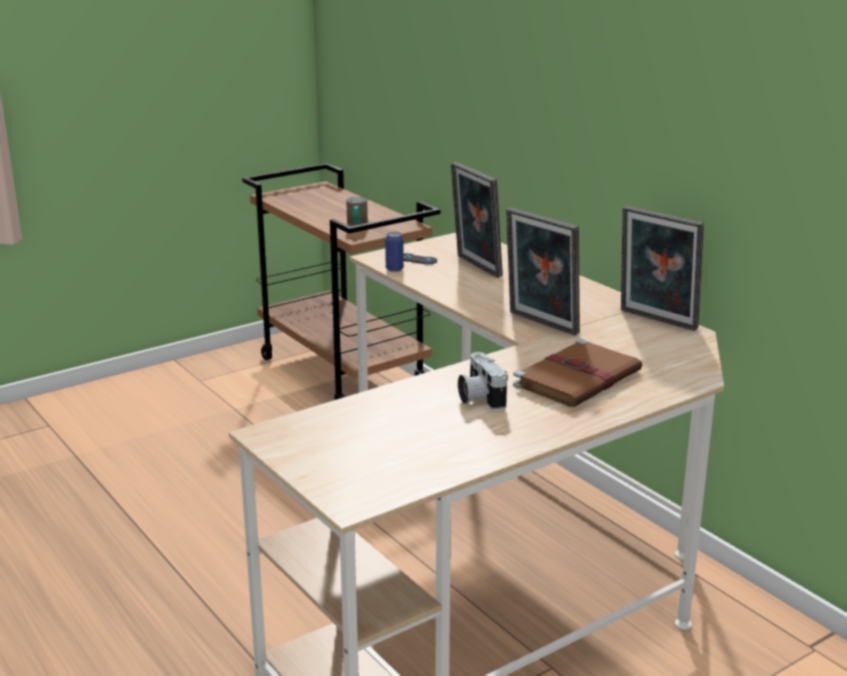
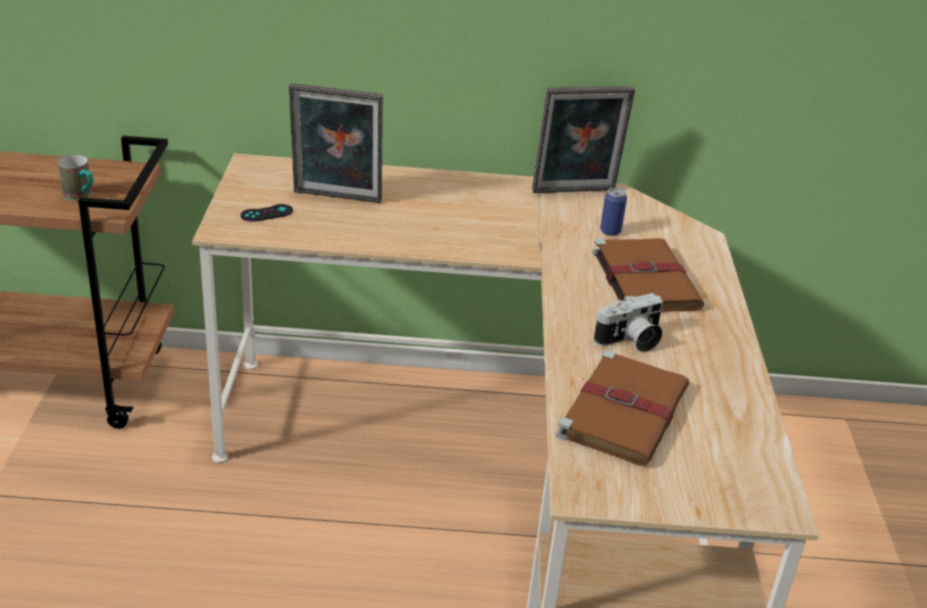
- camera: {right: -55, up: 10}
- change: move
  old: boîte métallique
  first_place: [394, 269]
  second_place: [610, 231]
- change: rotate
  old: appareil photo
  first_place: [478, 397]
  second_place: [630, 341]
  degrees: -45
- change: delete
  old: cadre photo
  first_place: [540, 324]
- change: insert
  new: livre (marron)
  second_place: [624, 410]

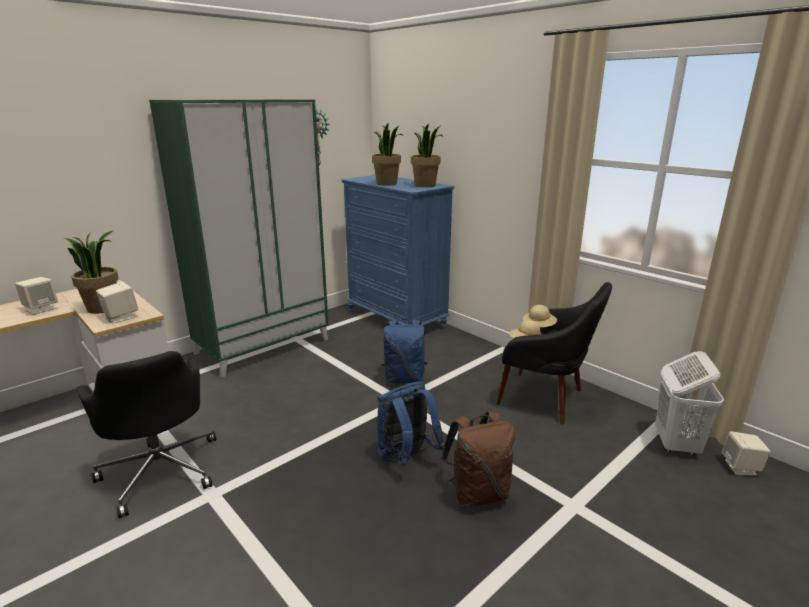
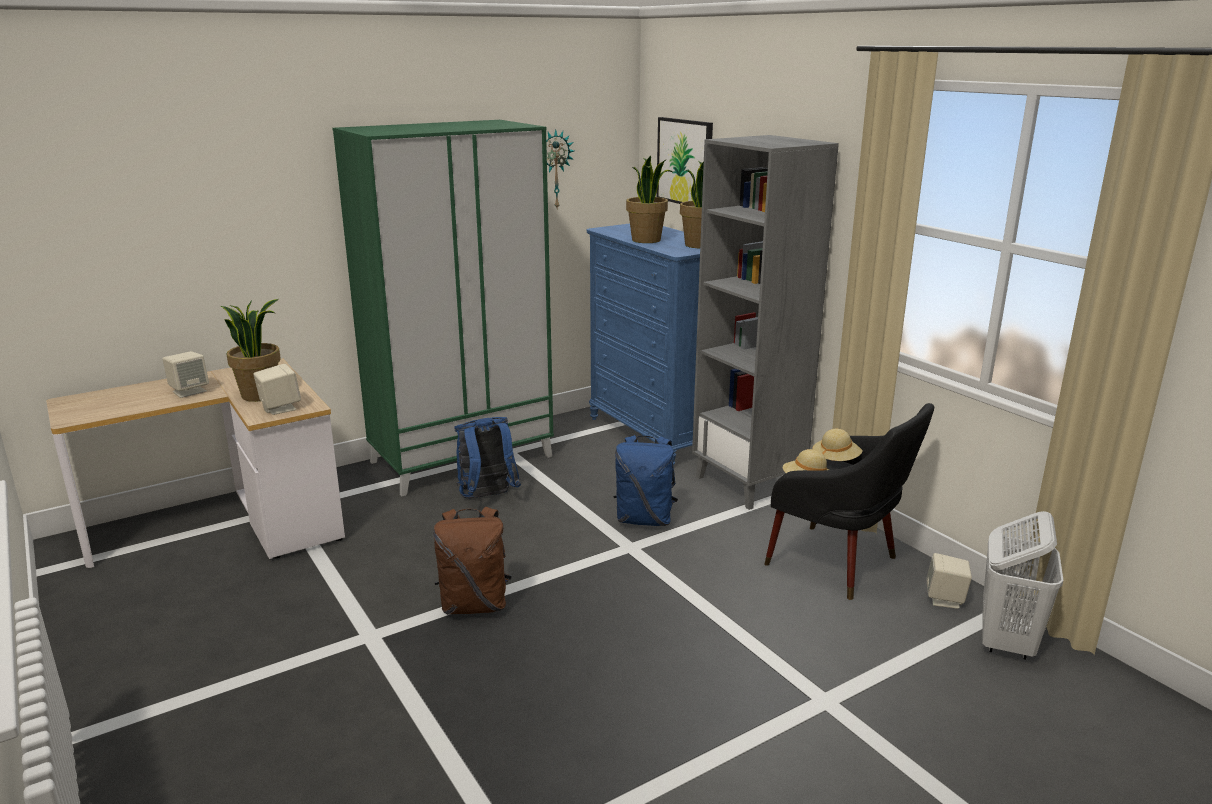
- camera: {right: 10, up: 0}
- change: delete
  old: chaise de bureau (noir)
  first_place: [161, 470]
- change: move
  old: sac à dos (bleu)
  first_place: [406, 458]
  second_place: [487, 497]
- change: move
  old: sac à dos (marron)
  first_place: [477, 494]
  second_place: [475, 605]
- change: move
  old: enceinte (beige)
  first_place: [741, 468]
  second_place: [945, 599]
- change: insert
  new: tableau
  second_place: [685, 162]
- change: insert
  new: bibliothèque (gris)
  second_place: [748, 484]

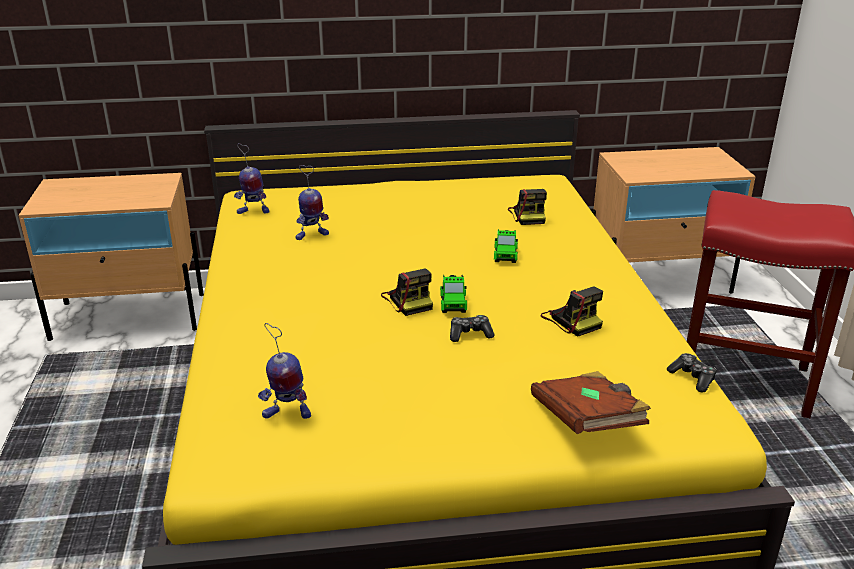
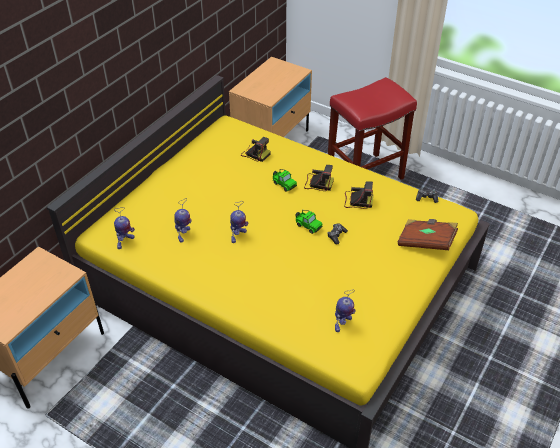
- camera: {right: -50, up: 15}
- change: move
  old: appareil photo
  first_place: [408, 300]
  second_place: [317, 183]
- change: insert
  new: robot jouet
  second_place: [238, 236]

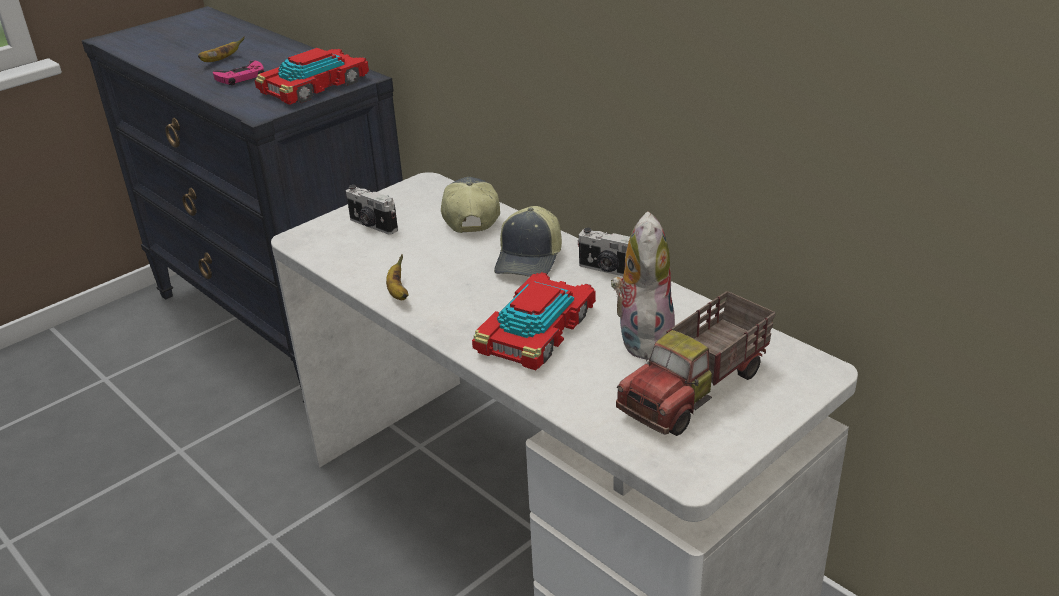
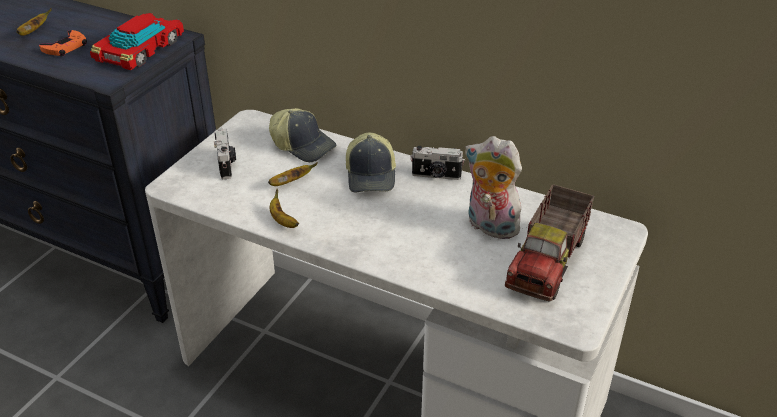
- camera: {right: -20, up: 5}
- change: recolor
  old: manette (rose)
  new: manette (orange)
  first_place: [241, 77]
  second_place: [66, 47]
- change: rotate
  old: appareil photo
  first_place: [372, 225]
  second_place: [227, 165]
  degrees: -120
- change: rotate
  old: casquette
  first_place: [469, 216]
  second_place: [303, 145]
  degrees: 150
- change: delete
  old: petite voiture
  first_place: [538, 331]
- change: rotate
  old: peluche
  first_place: [642, 337]
  second_place: [489, 227]
  degrees: -45
- change: insert
  new: banane
  second_place: [291, 182]

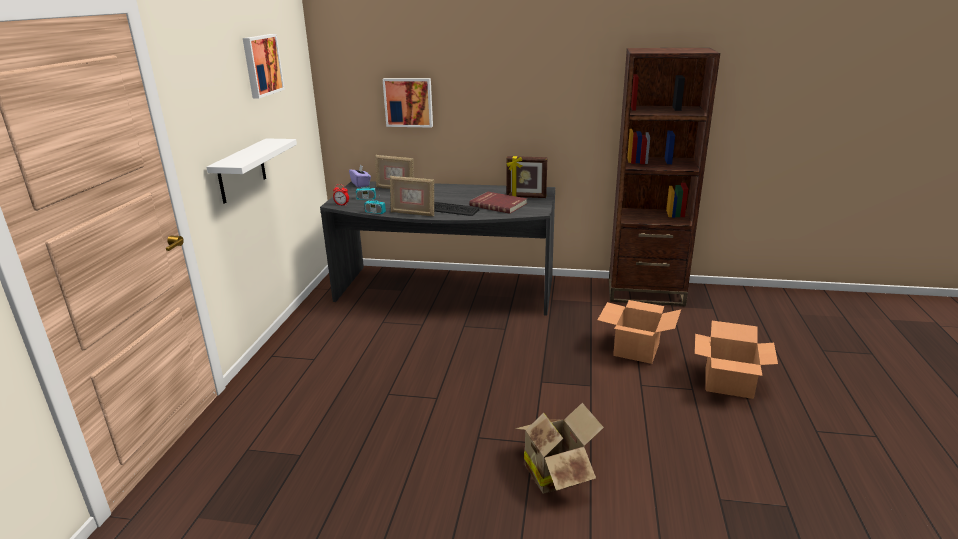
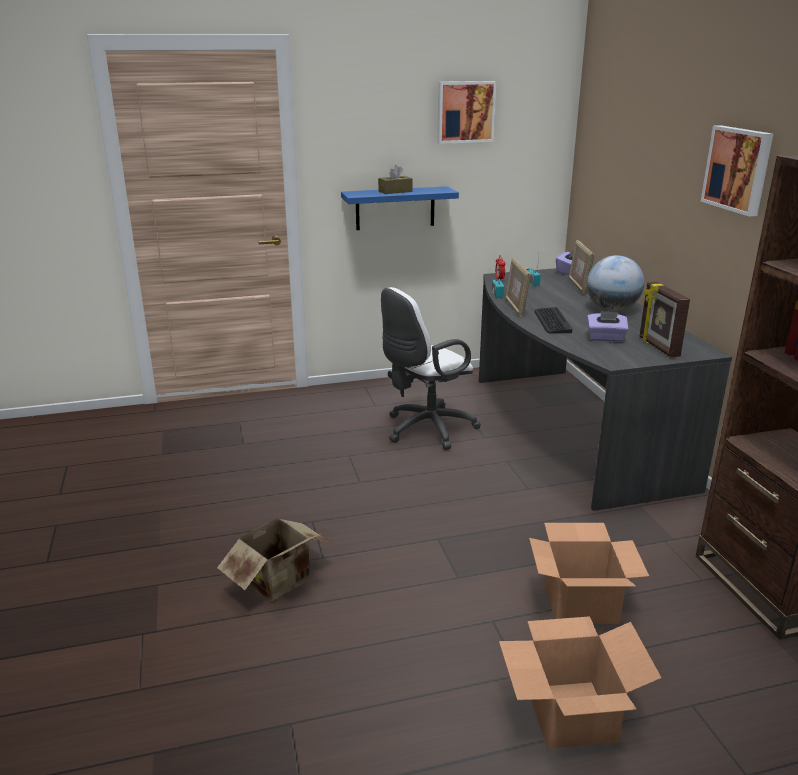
- camera: {right: 65, up: 0}
- change: recolor
  old: étagère (blanc)
  new: étagère (bleu)
  first_place: [241, 171]
  second_place: [395, 208]
- change: move
  old: tableau
  first_place: [408, 102]
  second_place: [738, 169]
- change: replace
  old: livre (rouge)
  new: boîte à mouchoirs (violet)
  first_place: [498, 204]
  second_place: [605, 338]
- change: insert
  new: boîte à mouchoirs (marron)
  second_place: [395, 191]
- change: insert
  new: chaise de bureau (blanc)
  second_place: [425, 430]
- change: insert
  new: globe
  second_place: [612, 309]

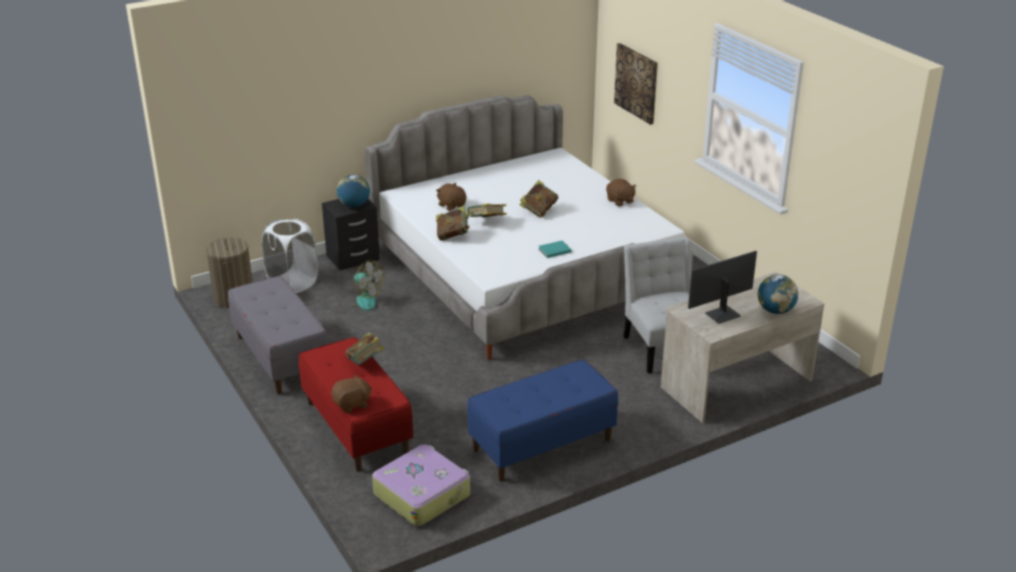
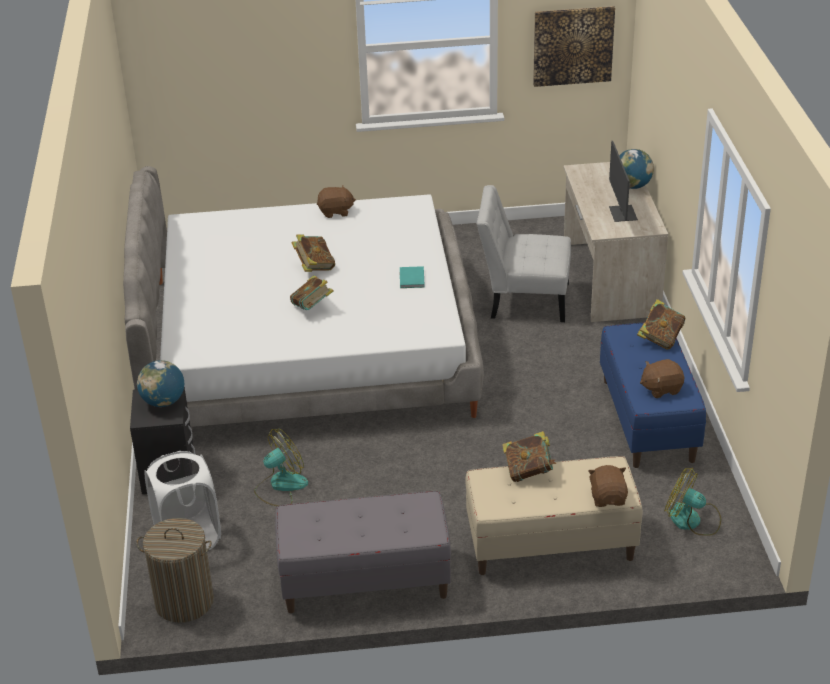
- camera: {right: -65, up: 5}
- change: recolor
  old: banc (rouge)
  new: banc (beige)
  first_place: [356, 427]
  second_place: [550, 544]
- change: replace
  old: valise
  new: ventilateur
  first_place: [422, 494]
  second_place: [692, 520]
- change: move
  old: peluche (marron)
  first_place: [451, 205]
  second_place: [661, 388]
- change: move
  old: livre
  first_place: [453, 236]
  second_place: [660, 339]
- change: move
  old: tableau
  first_place: [636, 83]
  second_place: [573, 45]

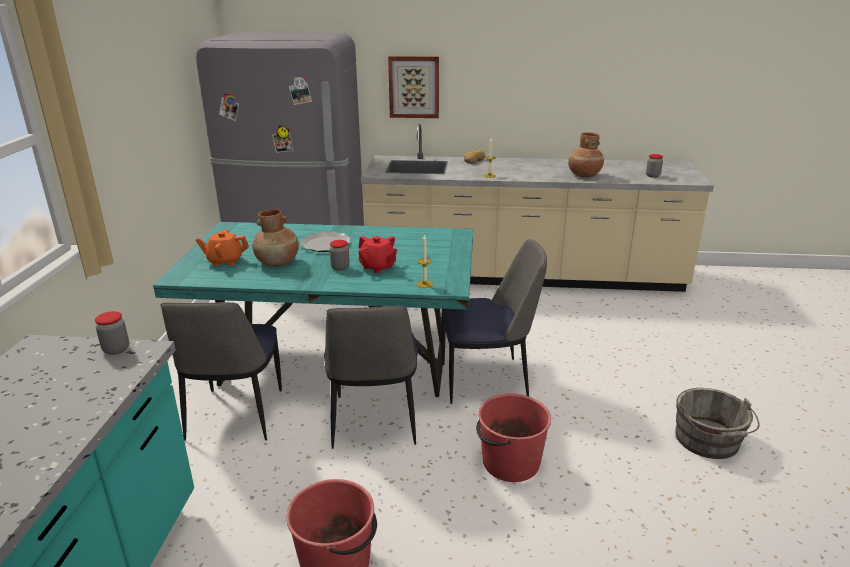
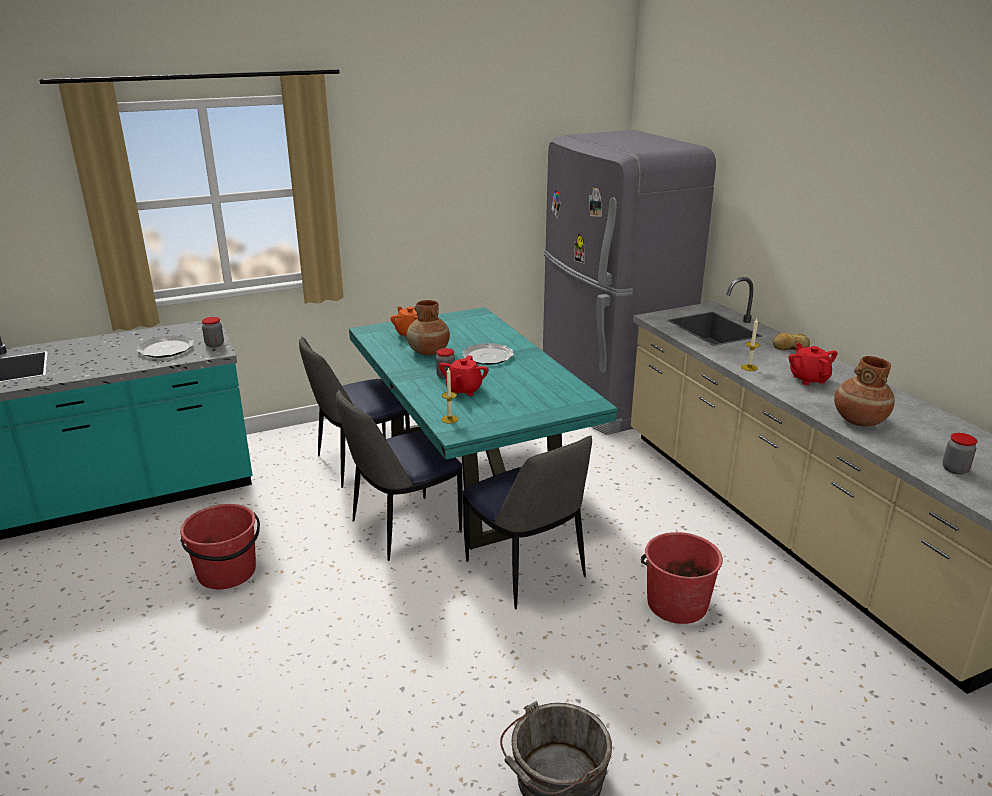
- camera: {right: 60, up: 0}
- change: delete
  old: tableau
  first_place: [414, 87]
- change: move
  old: seau (rouge)
  first_place: [509, 462]
  second_place: [676, 603]
- change: insert
  new: assiette
  second_place: [166, 349]
- change: insert
  new: théière (rouge)
  second_place: [808, 379]

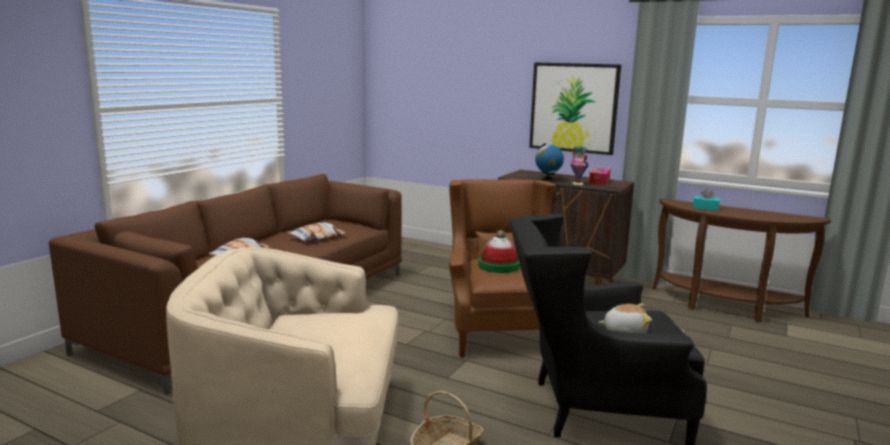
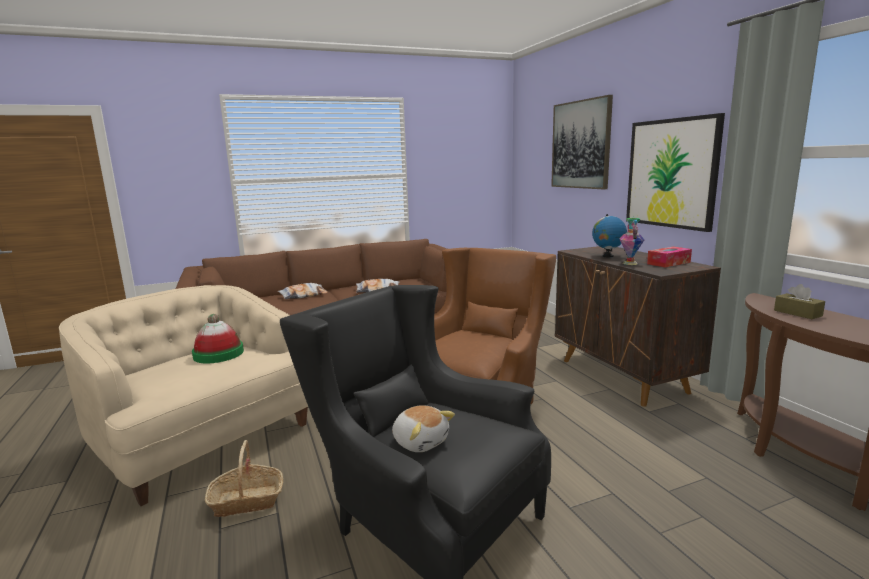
- camera: {right: 40, up: 0}
- change: move
  old: chapeau
  first_place: [499, 266]
  second_place: [218, 354]
- change: recolor
  old: boîte à mouchoirs (turquoise)
  new: boîte à mouchoirs (marron)
  first_place: [705, 208]
  second_place: [797, 313]
- change: insert
  new: tableau
  second_place: [580, 145]

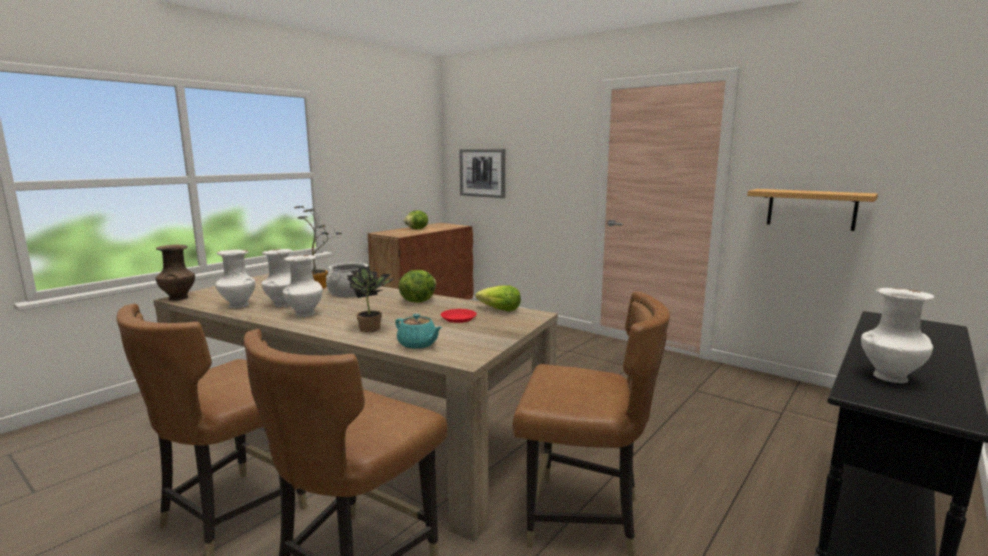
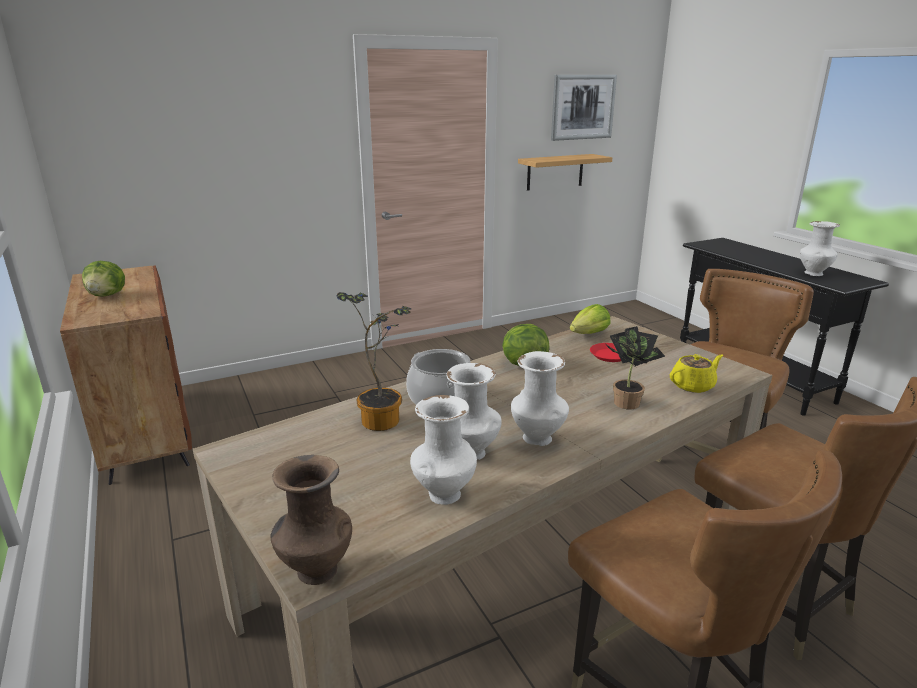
- camera: {right: -65, up: 10}
- change: recolor
  old: théière (turquoise)
  new: théière (jaune)
  first_place: [418, 344]
  second_place: [693, 386]
- change: move
  old: tableau
  first_place: [482, 173]
  second_place: [582, 107]

